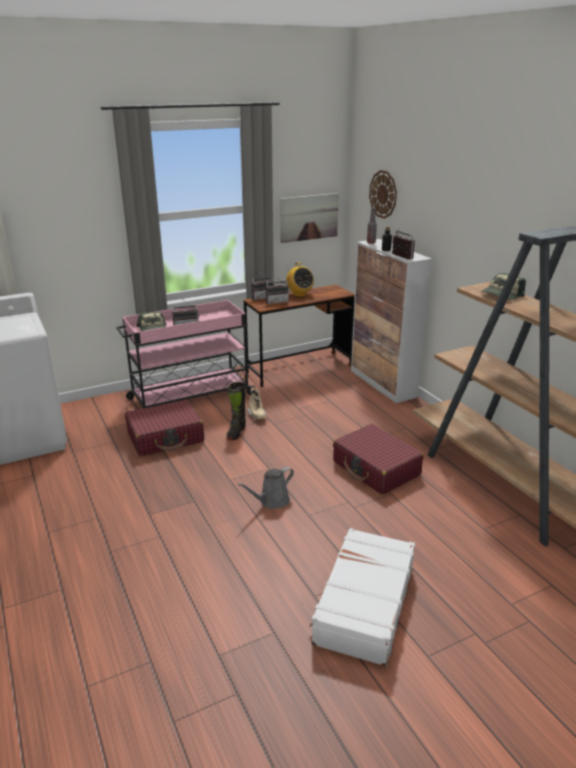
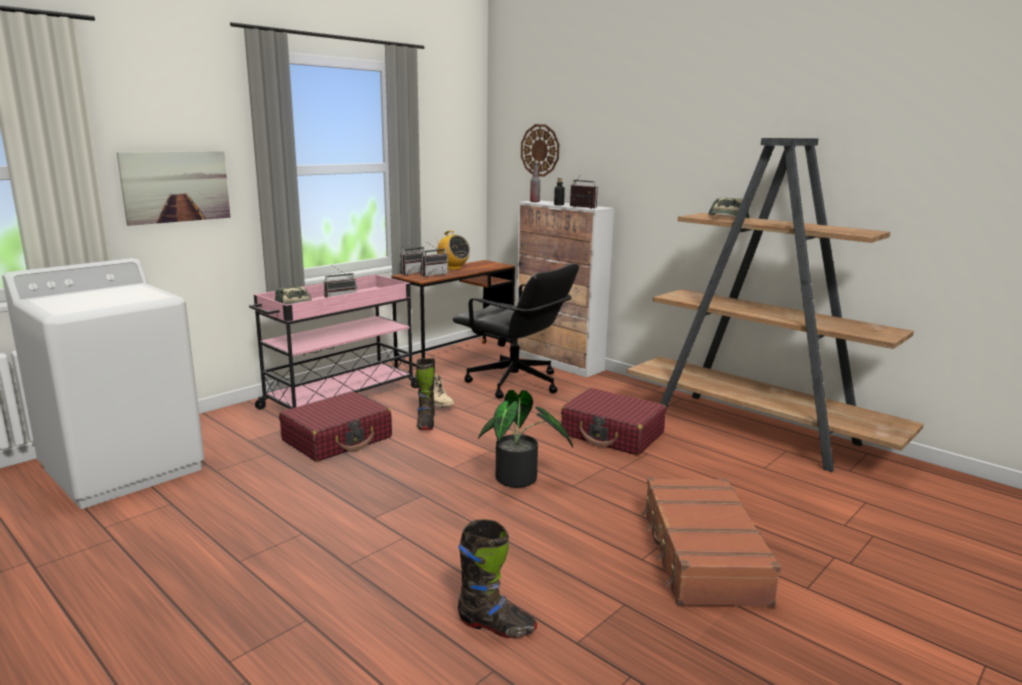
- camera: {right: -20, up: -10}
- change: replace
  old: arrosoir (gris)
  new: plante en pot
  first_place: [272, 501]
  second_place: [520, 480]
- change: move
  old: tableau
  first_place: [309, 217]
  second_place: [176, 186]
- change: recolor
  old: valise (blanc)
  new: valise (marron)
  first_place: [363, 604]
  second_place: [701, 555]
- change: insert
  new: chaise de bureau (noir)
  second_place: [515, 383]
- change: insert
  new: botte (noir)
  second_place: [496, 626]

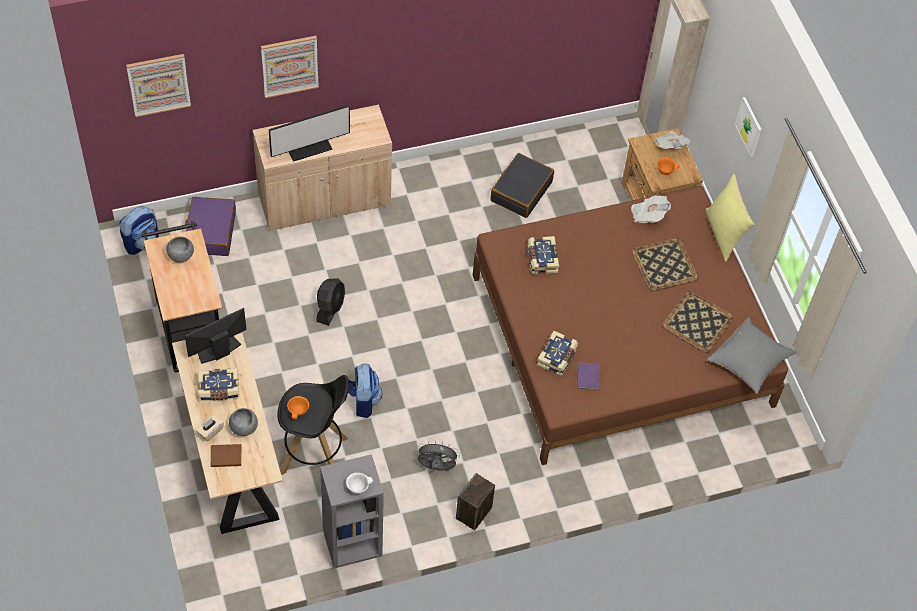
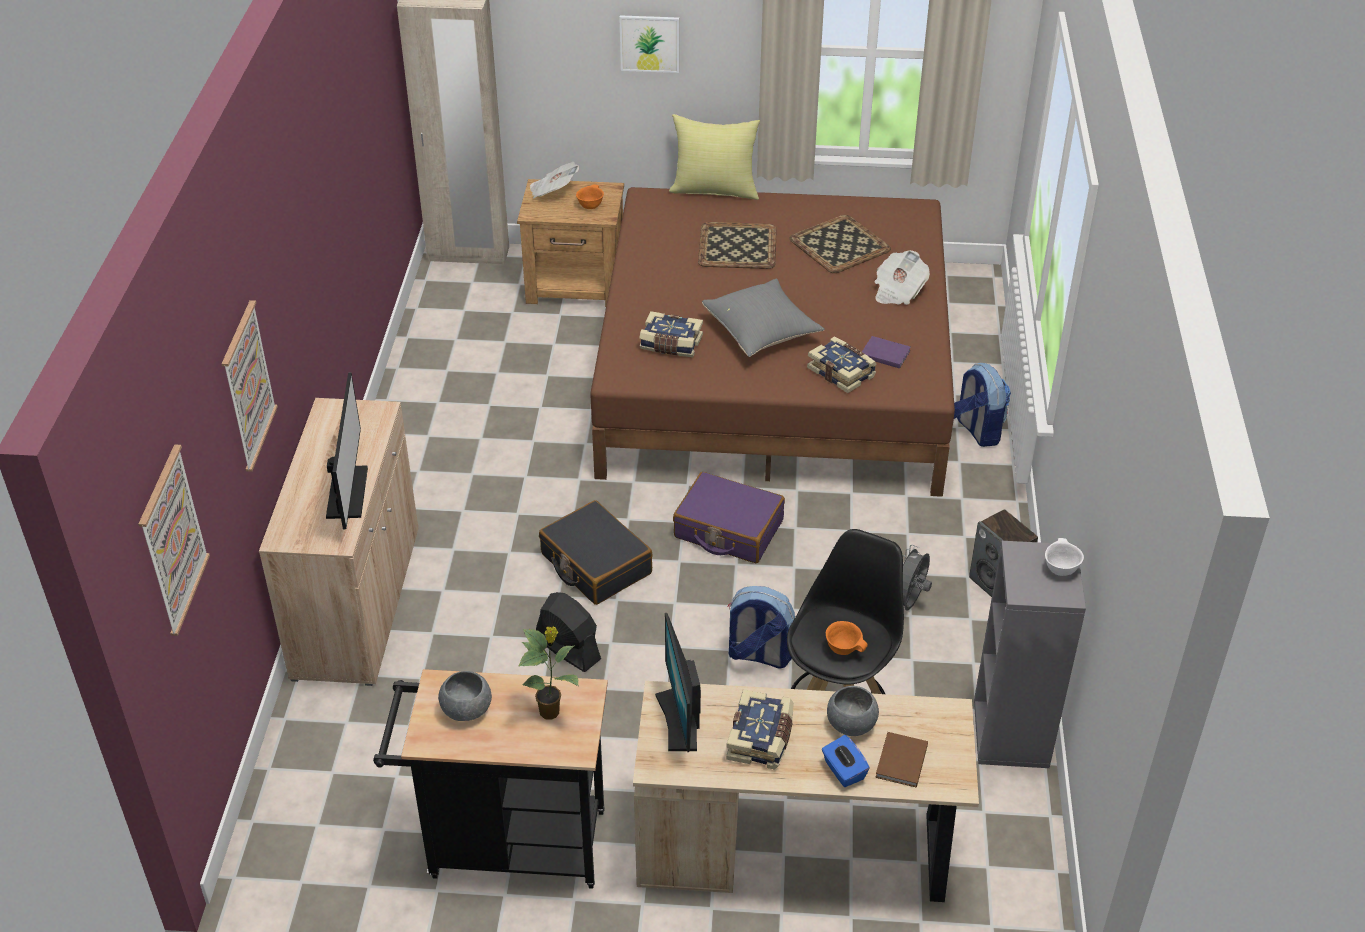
- camera: {right: -65, up: -15}
- change: move
  old: sac à dos
  first_place: [142, 242]
  second_place: [977, 430]
- change: move
  old: valise (violet)
  first_place: [210, 232]
  second_place: [728, 529]
- change: recolor
  old: boîte à mouchoirs (beige)
  new: boîte à mouchoirs (bleu)
  first_place: [210, 431]
  second_place: [843, 771]
- change: move
  old: valise (noir)
  first_place: [521, 191]
  second_place: [595, 564]
- change: move
  old: journal
  first_place: [648, 215]
  second_place: [898, 291]
- change: move
  old: coussin (gris)
  first_place: [749, 363]
  second_place: [762, 333]
- change: insert
  new: plante en pot
  second_place: [551, 712]

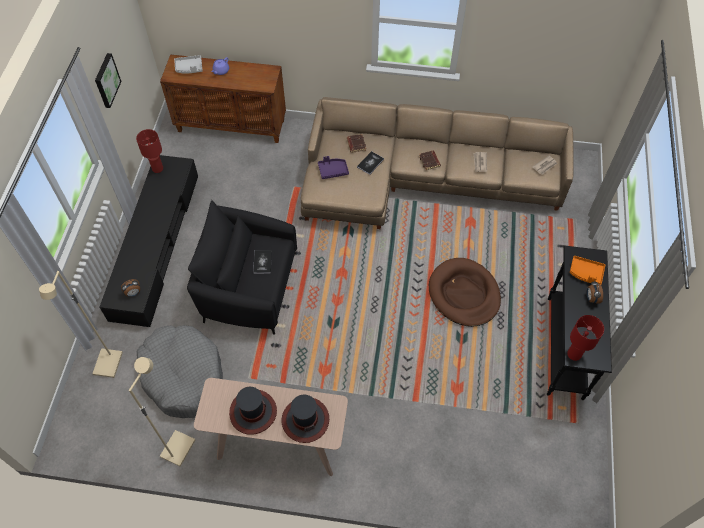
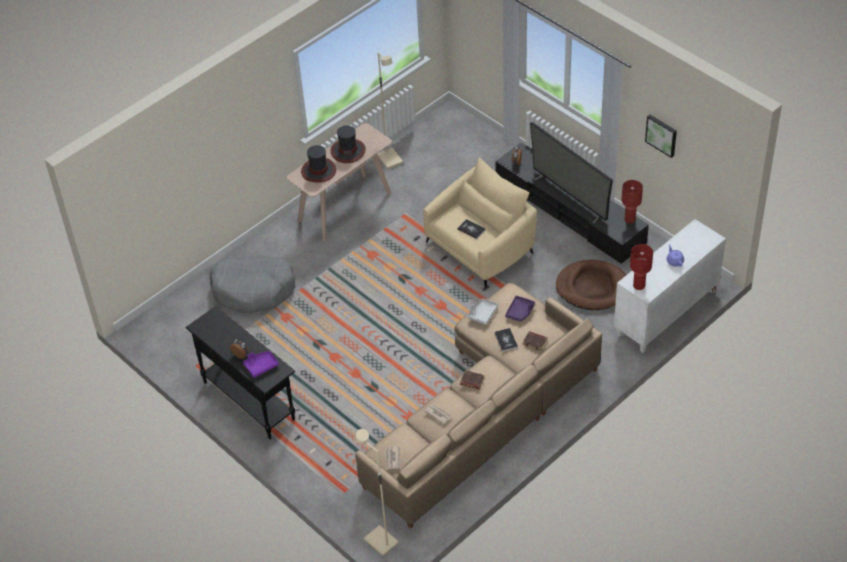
- camera: {right: 130, up: -10}
- change: move
  old: lampadaire (beige)
  first_place: [109, 364]
  second_place: [380, 542]
- change: move
  old: panier pour chien (gris)
  first_place: [182, 375]
  second_place: [253, 289]
- change: recolor
  old: meuble de rangement (marron)
  new: meuble de rangement (blanc)
  first_place: [232, 125]
  second_place: [666, 313]
- change: move
  old: plateau (gris)
  first_place: [189, 68]
  second_place: [482, 314]
- change: recolor
  old: fauteuil (noir)
  new: fauteuil (beige)
  first_place: [249, 286]
  second_place: [481, 247]
- change: move
  old: panier pour chien (marron)
  first_place: [464, 294]
  second_place: [592, 287]
- change: move
  old: lampe de table (rouge)
  first_place: [574, 354]
  second_place: [638, 285]
- change: recolor
  old: plateau (orange)
  new: plateau (violet)
  first_place: [586, 273]
  second_place: [261, 366]
- change: insert
  new: téléviseur
  second_place: [570, 196]

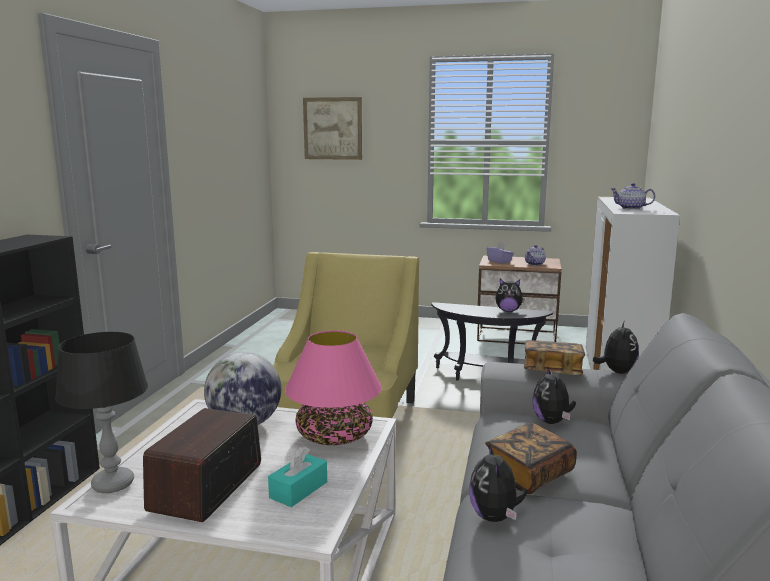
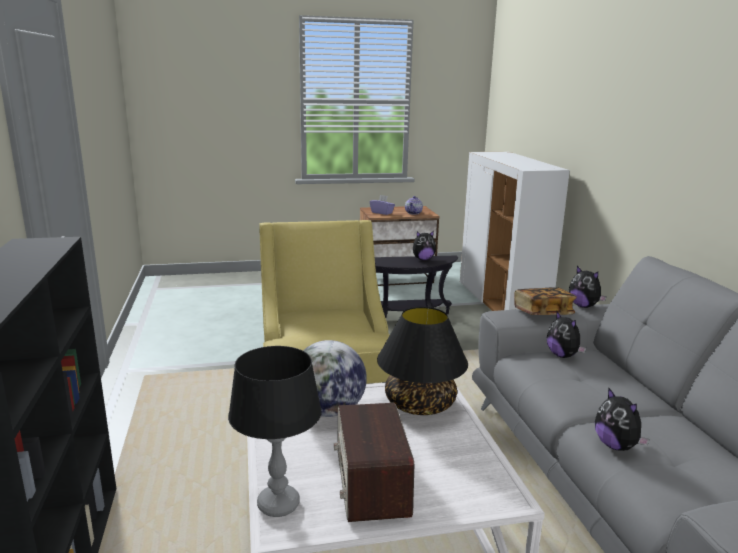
- camera: {right: -25, up: 5}
- change: delete
  old: boîte à mouchoirs (turquoise)
  first_place: [298, 490]
- change: recolor
  old: lampe de table (rose)
  new: lampe de table (noir)
  first_place: [335, 436]
  second_place: [420, 404]
- change: delete
  old: tableau
  first_place: [332, 128]
- change: delete
  old: livre
  first_place: [528, 474]
- change: rotate
  old: peluche
  first_place: [616, 372]
  second_place: [583, 306]
  degrees: 150
- change: delete
  old: théière
  first_place: [631, 208]

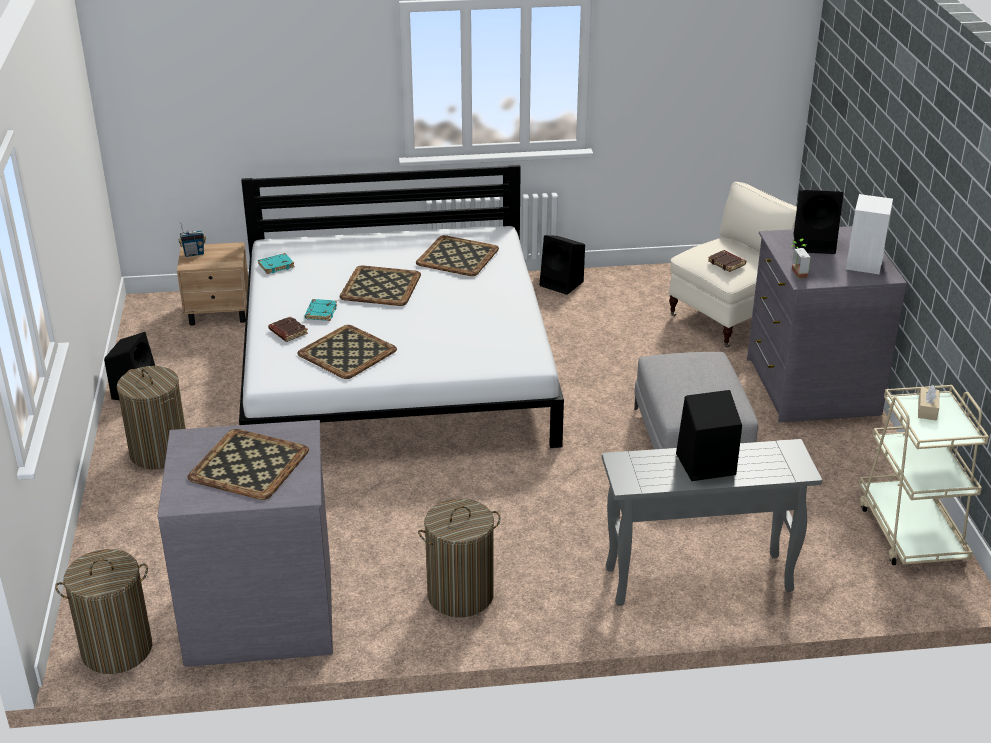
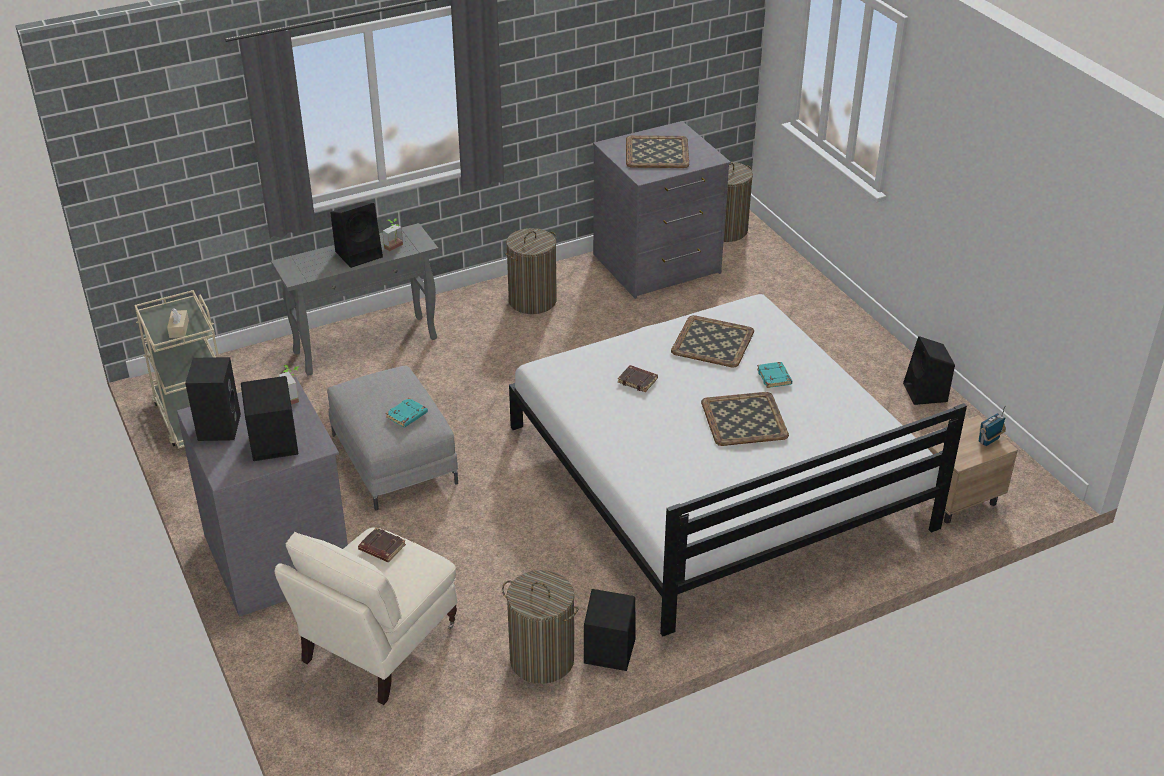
- camera: {right: 160, up: 5}
- change: move
  old: panier à linge
  first_place: [159, 452]
  second_place: [541, 659]
- change: move
  old: livre (turquoise)
  first_place: [276, 265]
  second_place: [407, 416]
- change: move
  old: livre (marron)
  first_place: [287, 332]
  second_place: [638, 381]
- change: delete
  old: plateau
  first_place: [458, 256]
- change: recolor
  old: enceinte (blanc)
  new: enceinte (noir)
  first_place: [865, 264]
  second_place: [218, 426]
- change: insert
  new: plante en pot
  second_place: [396, 247]

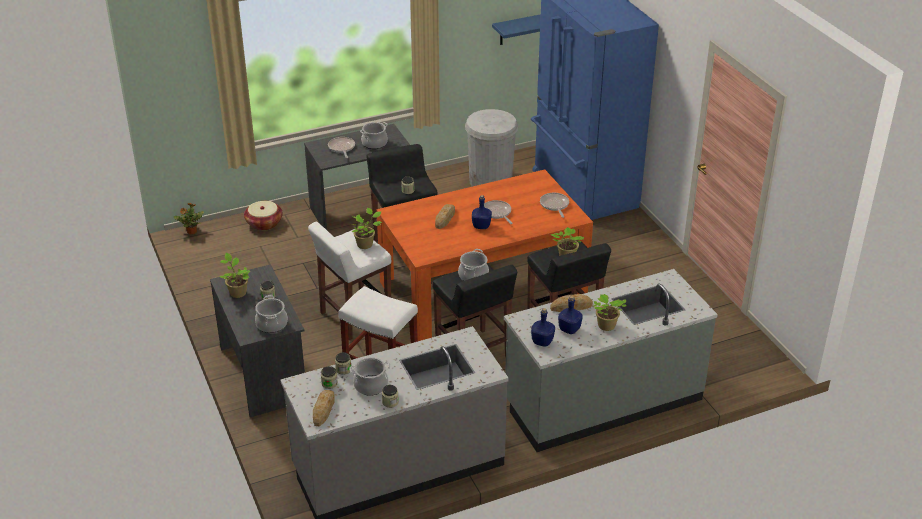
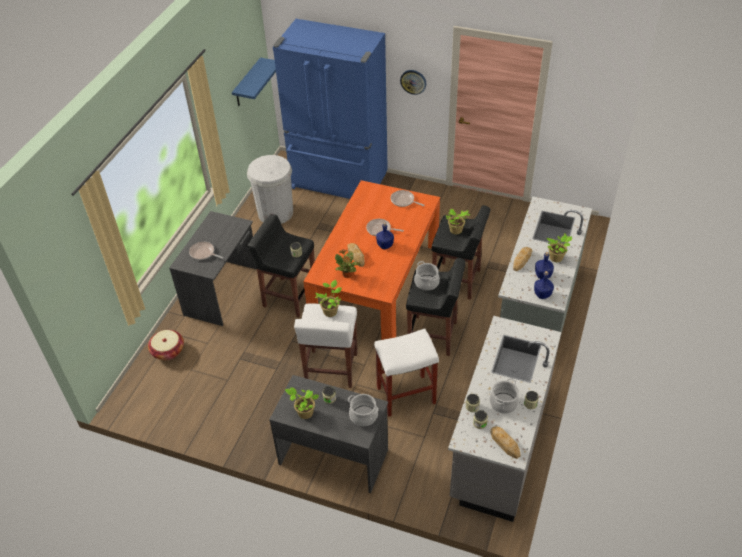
- camera: {right: -45, up: 10}
- change: move
  old: plante en pot
  first_place: [191, 232]
  second_place: [347, 275]
- change: delete
  old: marmite
  first_place: [374, 143]
- change: insert
  new: horloge murale
  second_place: [413, 81]

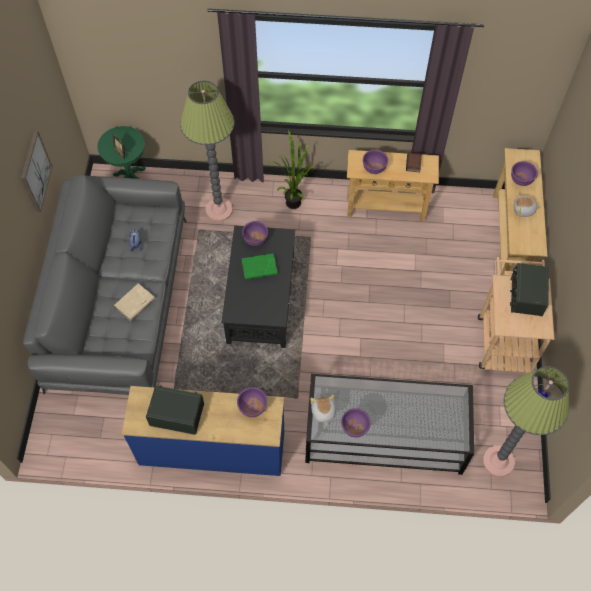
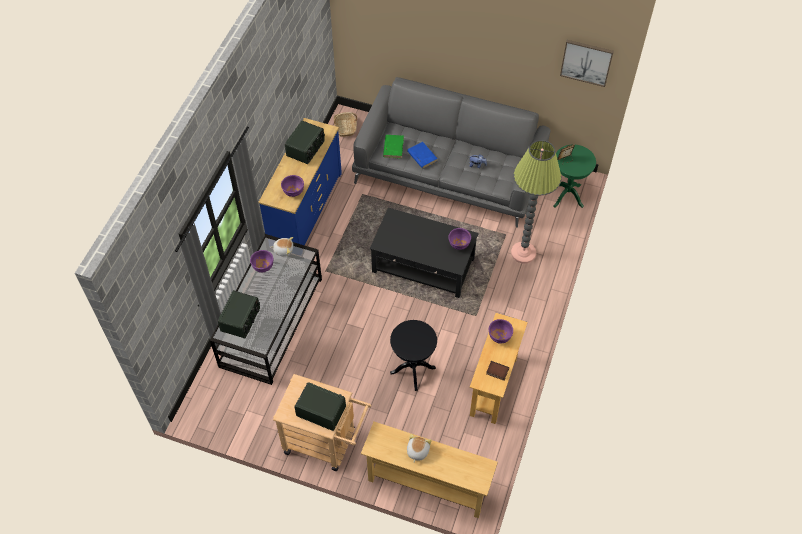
- camera: {right: 105, up: -5}
- change: move
  old: tableau
  first_place: [35, 172]
  second_place: [586, 62]
- change: recolor
  old: livre (beige)
  new: livre (bleu)
  first_place: [134, 303]
  second_place: [422, 156]
- change: move
  old: livre (vert)
  first_place: [259, 268]
  second_place: [393, 147]
- change: delete
  old: plante en pot
  first_place: [294, 200]
- change: delete
  old: lampadaire
  first_place: [498, 461]
- change: delete
  old: bol (violet)
  first_place: [521, 180]
- change: insert
  new: radio
  second_place: [241, 320]
- change: insert
  new: panier
  second_place: [345, 128]
- change: insert
  new: table d'appoint (noir)
  second_place: [413, 370]

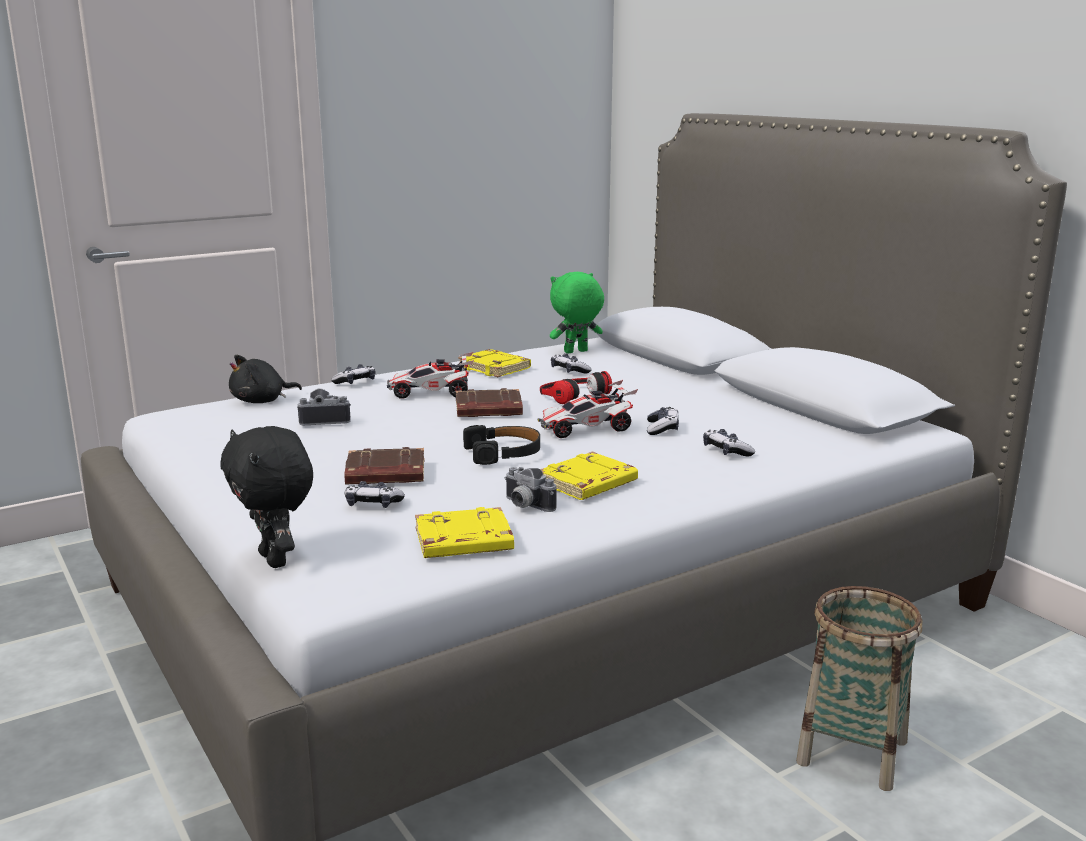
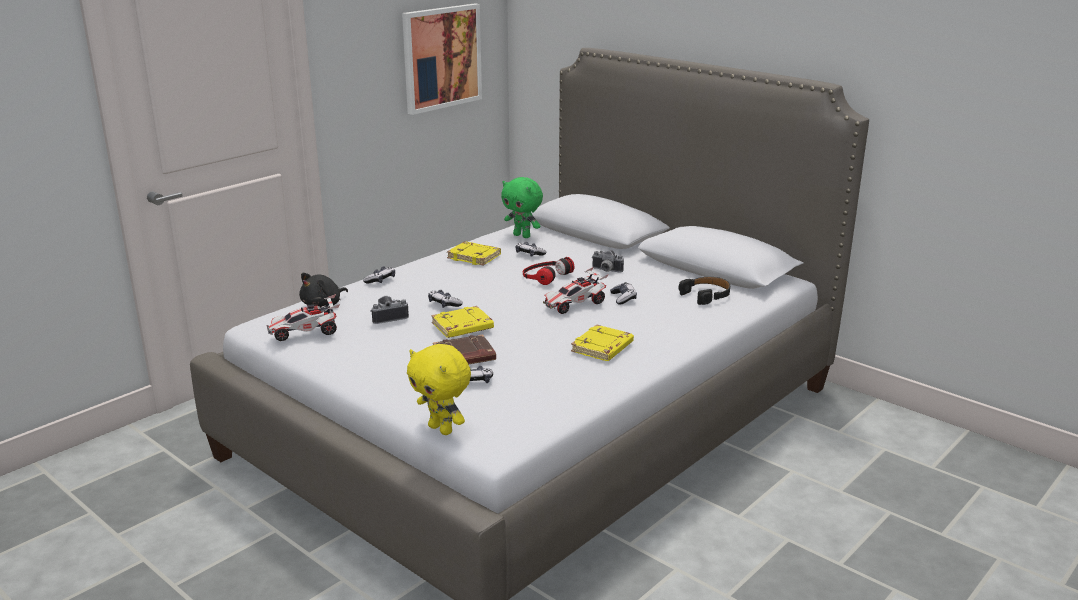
- camera: {right: -15, up: 5}
- change: recolor
  old: peluche (noir)
  new: peluche (jaune)
  first_place: [276, 560]
  second_place: [442, 429]
- change: move
  old: petite voiture
  first_place: [431, 393]
  second_place: [305, 332]
- change: move
  old: livre (jaune)
  first_place: [463, 542]
  second_place: [462, 327]
- change: delete
  old: livre (marron)
  first_place: [488, 410]
- change: move
  old: casque audio (noir)
  first_place: [504, 453]
  second_place: [706, 295]
- change: move
  old: appareil photo
  first_place: [525, 506]
  second_place: [606, 270]
- change: rotate
  old: peluche (vert)
  first_place: [576, 352]
  second_place: [522, 236]
  degrees: -105
- change: move
  old: manette
  first_place: [726, 451]
  second_place: [444, 304]
- change: delete
  old: panier
  first_place: [851, 752]
- change: insert
  new: tableau
  second_place: [441, 57]

